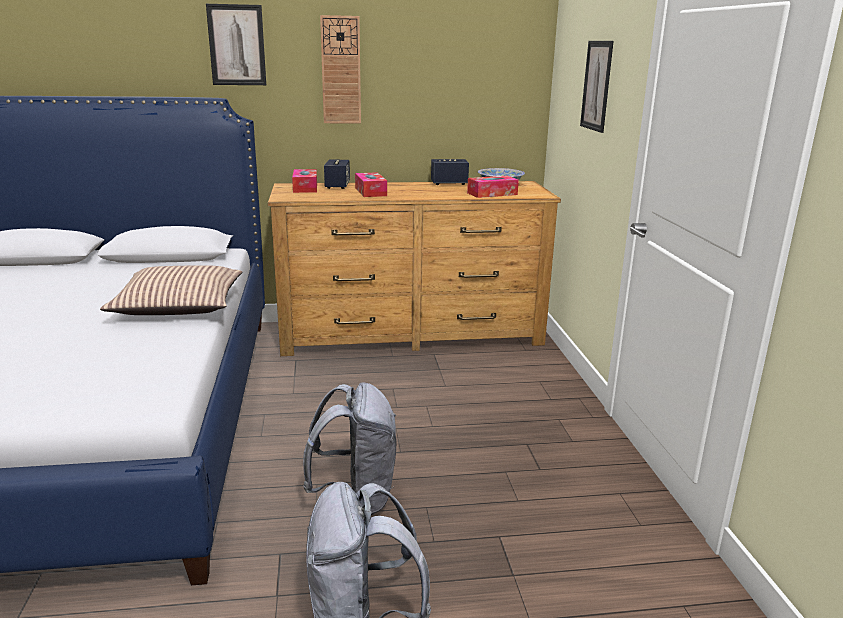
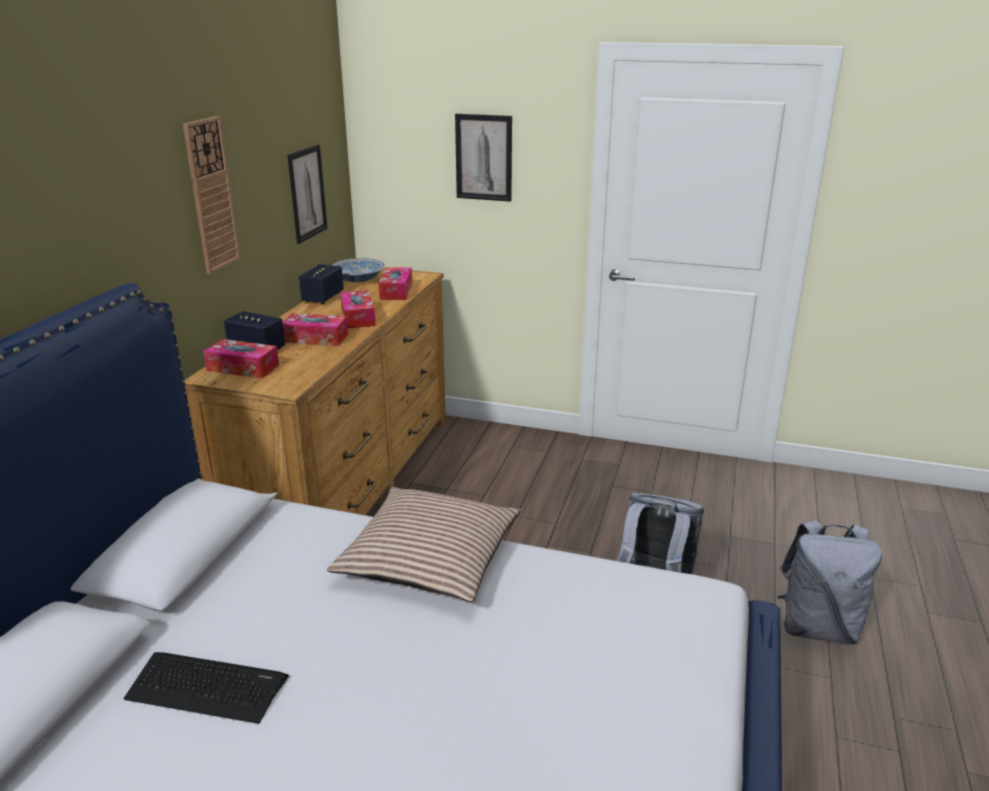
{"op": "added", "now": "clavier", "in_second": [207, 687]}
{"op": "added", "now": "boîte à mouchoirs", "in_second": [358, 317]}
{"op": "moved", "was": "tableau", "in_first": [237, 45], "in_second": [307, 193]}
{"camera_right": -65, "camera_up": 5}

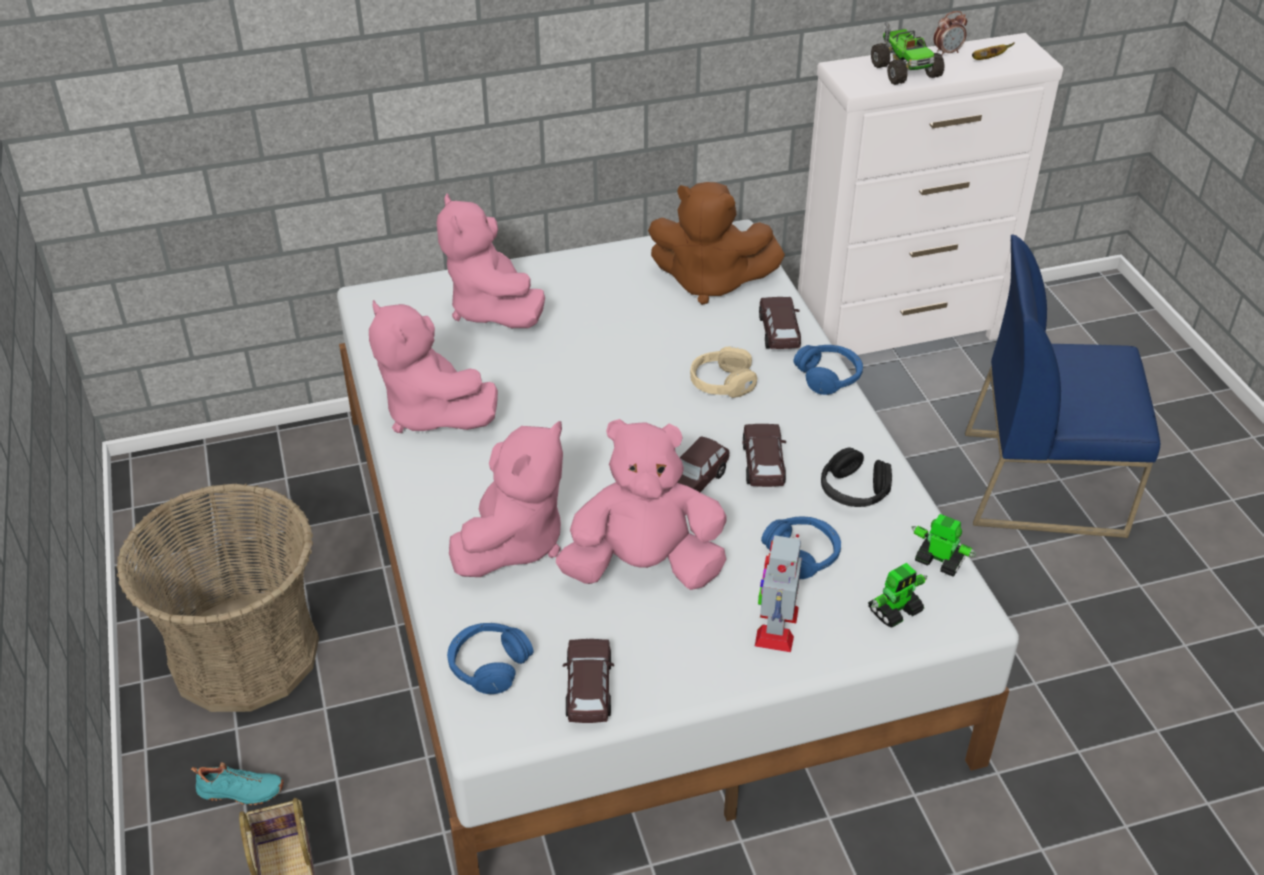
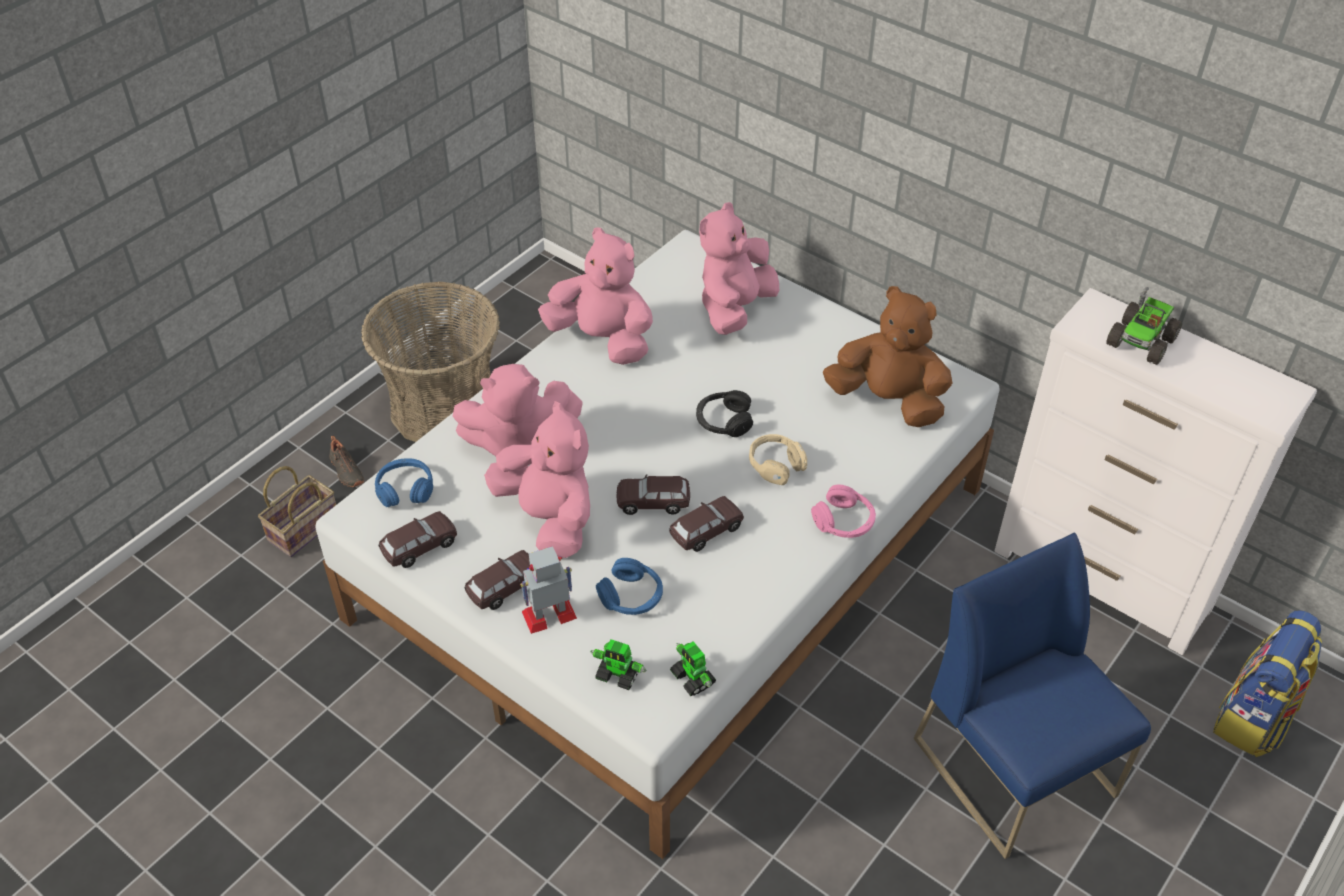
{"op": "removed", "was": "réveil", "in_first": [947, 52]}
{"op": "removed", "was": "banane", "in_first": [988, 59]}
{"op": "added", "now": "sac à dos", "in_second": [1253, 718]}
{"op": "moved", "was": "petite voiture/marron", "in_first": [779, 333], "in_second": [505, 587]}
{"op": "moved", "was": "casque audio/noir", "in_first": [853, 491], "in_second": [723, 421]}
{"op": "recoloured", "was": "chaussure/turquoise", "now": "chaussure/noir", "in_first": [240, 792], "in_second": [345, 471]}
{"op": "recoloured", "was": "casque audio/bleu", "now": "casque audio/rose", "in_first": [829, 376], "in_second": [844, 521]}
{"op": "turned", "was": "peluche/rose", "in_first": [430, 413], "in_second": [602, 339], "clockwise": 105}
{"op": "turned", "was": "peluche/marron", "in_first": [709, 282], "in_second": [888, 400], "clockwise": 135}
{"op": "turned", "was": "robot jouet", "in_first": [939, 560], "in_second": [693, 679], "clockwise": 150}
{"camera_right": 55, "camera_up": 5}

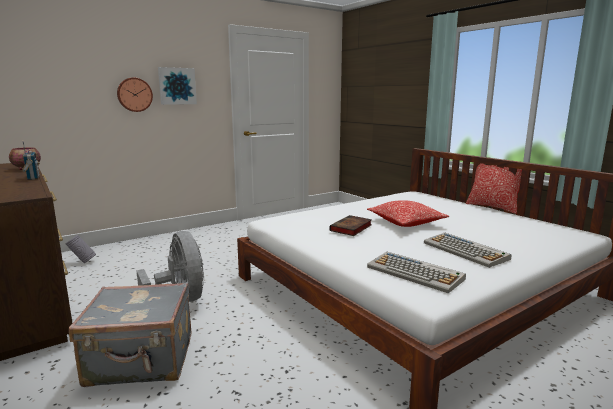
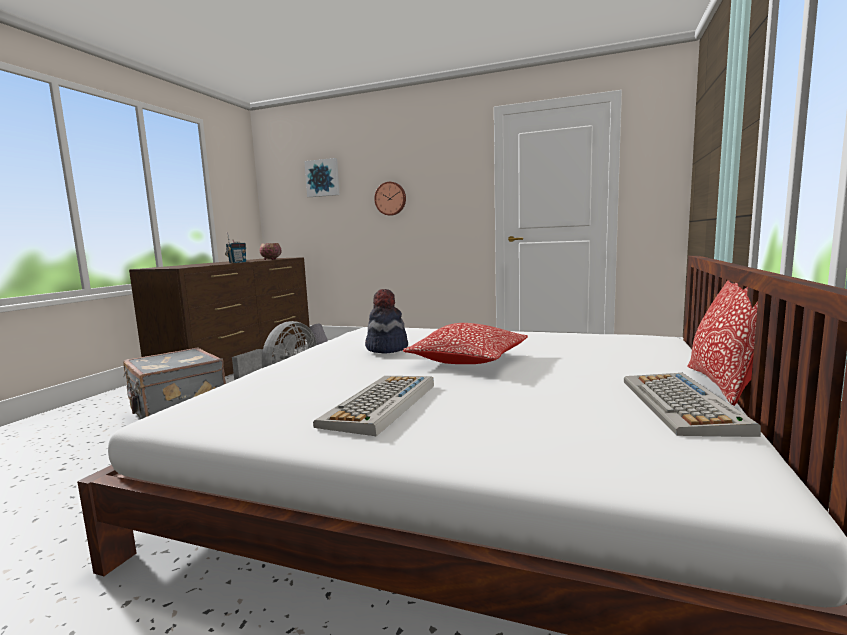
{"op": "moved", "was": "tableau", "in_first": [177, 86], "in_second": [323, 178]}
{"op": "moved", "was": "clavier", "in_first": [415, 273], "in_second": [682, 405]}
{"op": "replaced", "was": "livre", "now": "chapeau", "in_first": [351, 228], "in_second": [386, 348]}
{"camera_right": 55, "camera_up": -5}

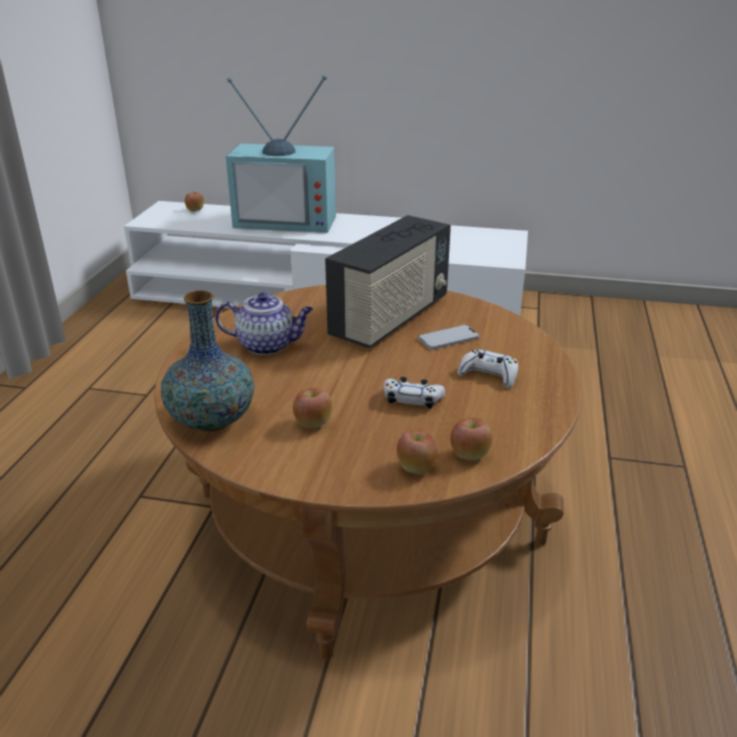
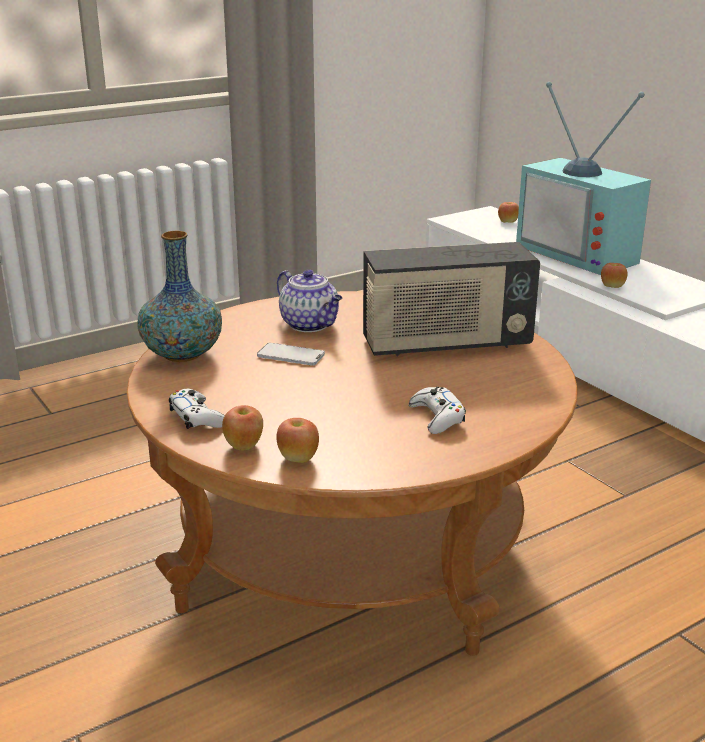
{"op": "moved", "was": "pomme", "in_first": [313, 423], "in_second": [612, 287]}
{"op": "moved", "was": "manette/blanc", "in_first": [412, 399], "in_second": [197, 418]}
{"op": "moved", "was": "téléphone", "in_first": [448, 338], "in_second": [290, 356]}
{"camera_right": 45, "camera_up": -5}

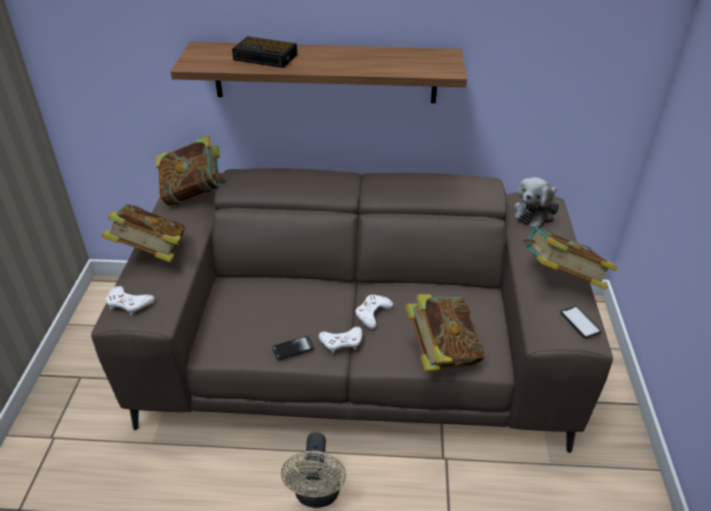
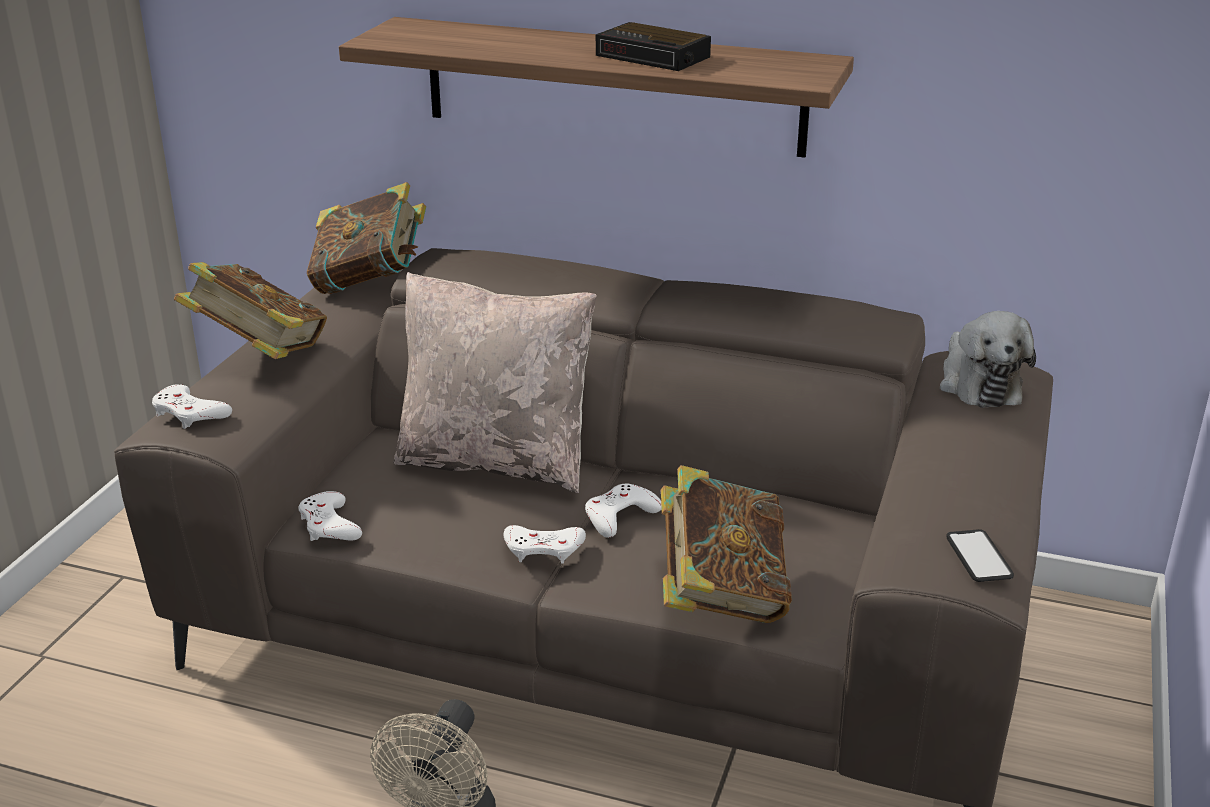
{"op": "removed", "was": "téléphone", "in_first": [293, 348]}
{"op": "removed", "was": "livre", "in_first": [561, 280]}
{"op": "added", "now": "manette/blanc", "in_second": [329, 525]}
{"op": "added", "now": "coussin/beige", "in_second": [496, 460]}
{"op": "moved", "was": "réveil", "in_first": [267, 57], "in_second": [655, 56]}
{"op": "turned", "was": "peluche", "in_first": [535, 212], "in_second": [978, 383], "clockwise": -60}
{"camera_right": 15, "camera_up": -10}

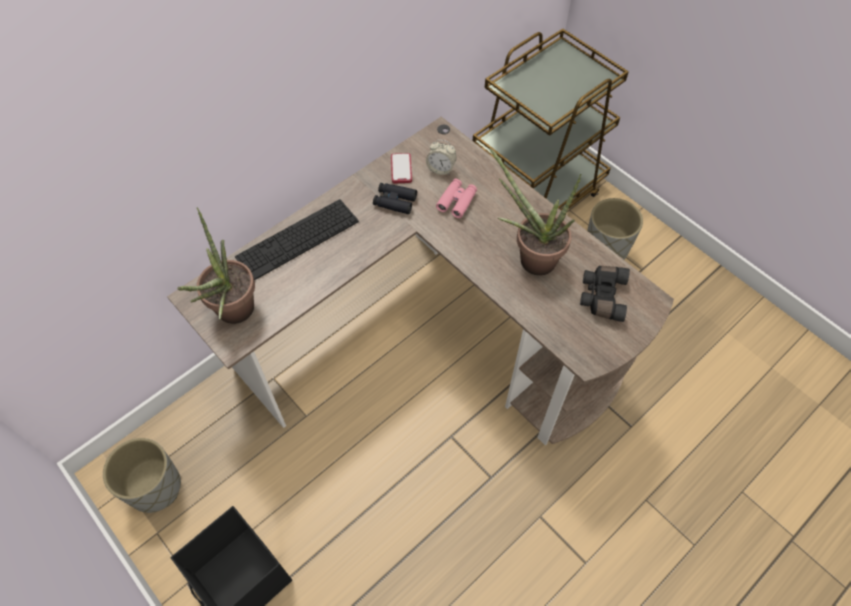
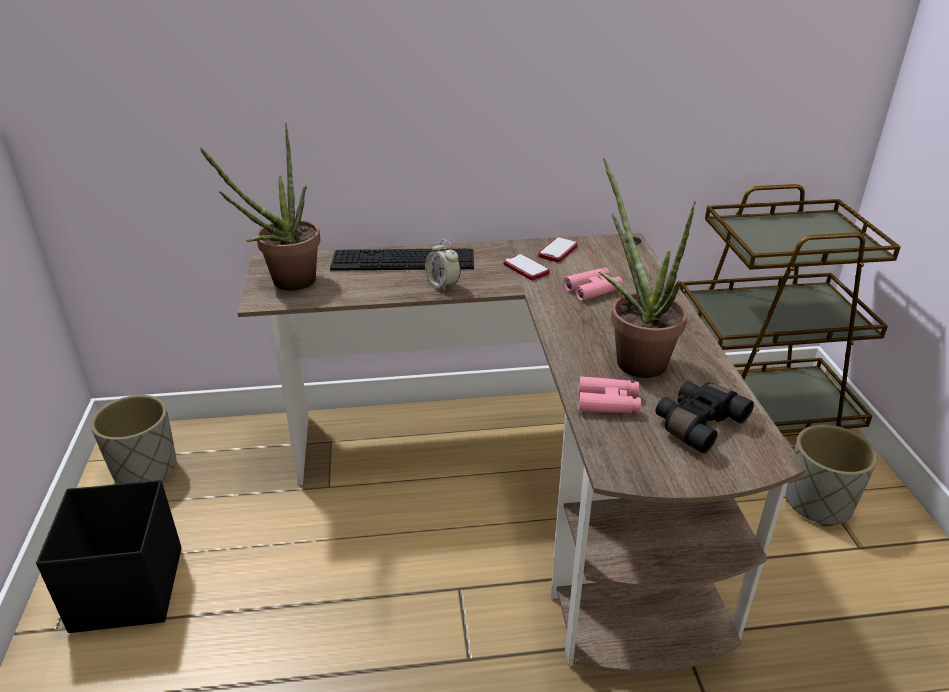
{"op": "added", "now": "jumelles/rose", "in_second": [608, 402]}
{"op": "moved", "was": "réveil", "in_first": [441, 169], "in_second": [443, 285]}
{"op": "replaced", "was": "jumelles/noir", "now": "téléphone", "in_first": [394, 201], "in_second": [526, 268]}
{"camera_right": 35, "camera_up": -25}

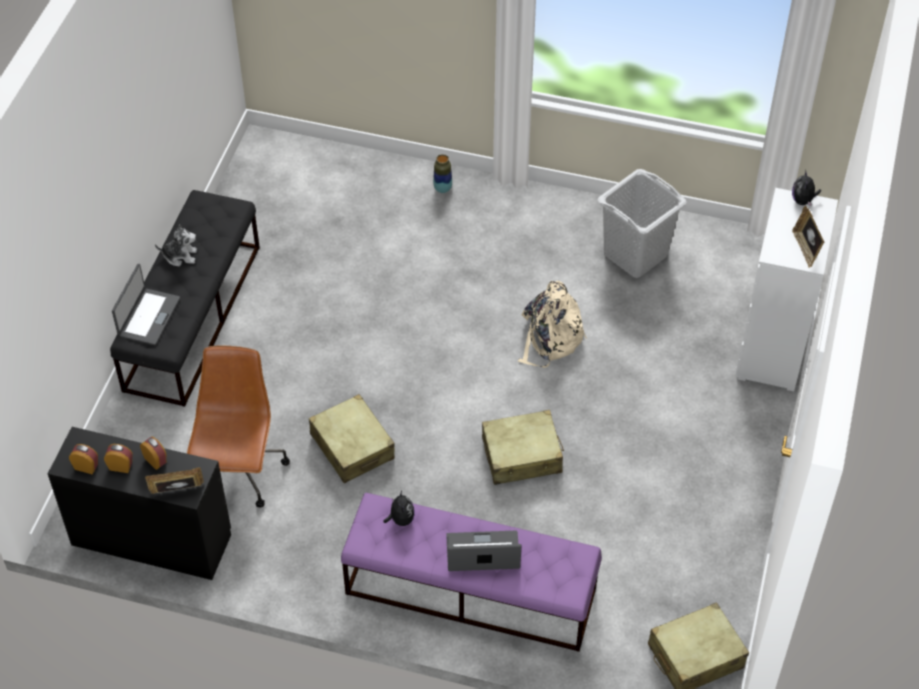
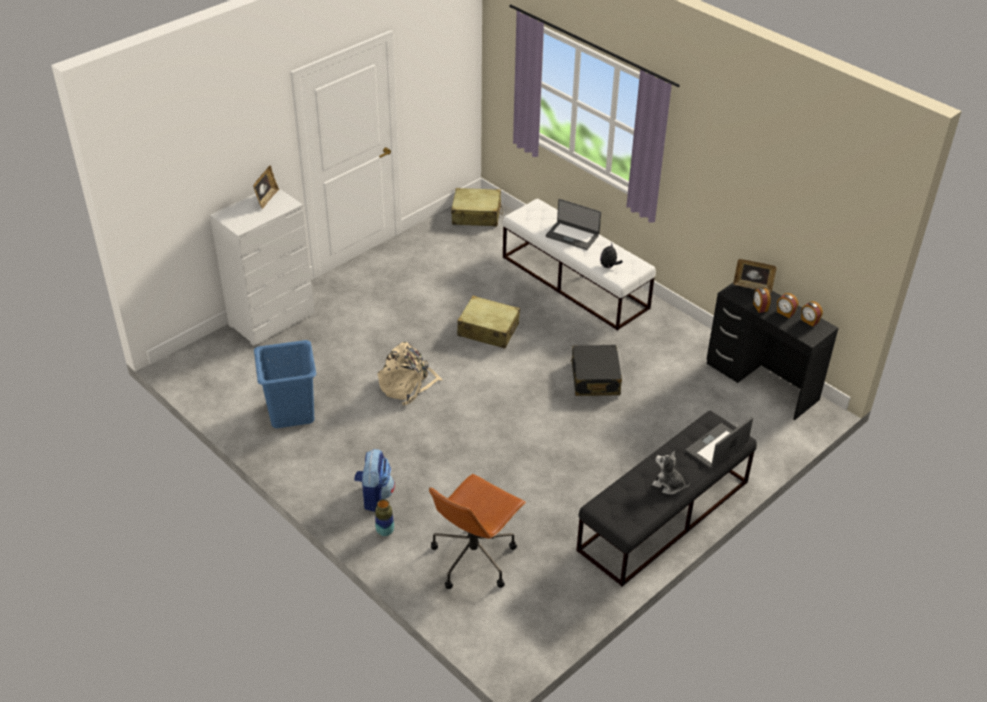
{"op": "removed", "was": "peluche", "in_first": [803, 201]}
{"op": "added", "now": "sac à dos", "in_second": [374, 496]}
{"op": "moved", "was": "chaise de bureau/marron", "in_first": [238, 473], "in_second": [474, 557]}
{"op": "recoloured", "was": "valise/beige", "now": "valise/noir", "in_first": [352, 446], "in_second": [595, 379]}
{"op": "recoloured", "was": "banc/violet", "now": "banc/blanc", "in_first": [470, 591], "in_second": [575, 282]}
{"op": "recoloured", "was": "panier à linge/gris", "now": "panier à linge/bleu", "in_first": [636, 255], "in_second": [291, 412]}
{"camera_right": -150, "camera_up": -10}

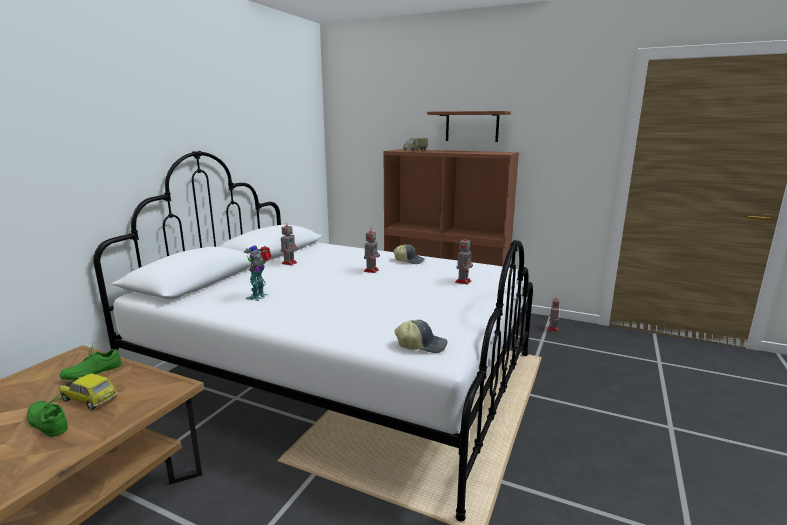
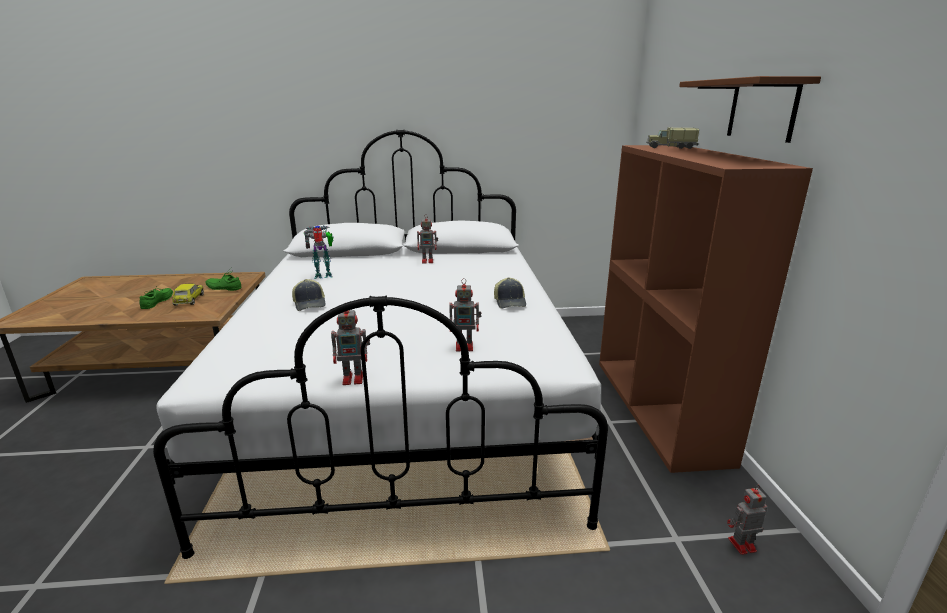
{"op": "moved", "was": "robot jouet", "in_first": [371, 270], "in_second": [354, 378]}
{"op": "moved", "was": "casquette", "in_first": [421, 345], "in_second": [310, 304]}
{"camera_right": 60, "camera_up": 5}

